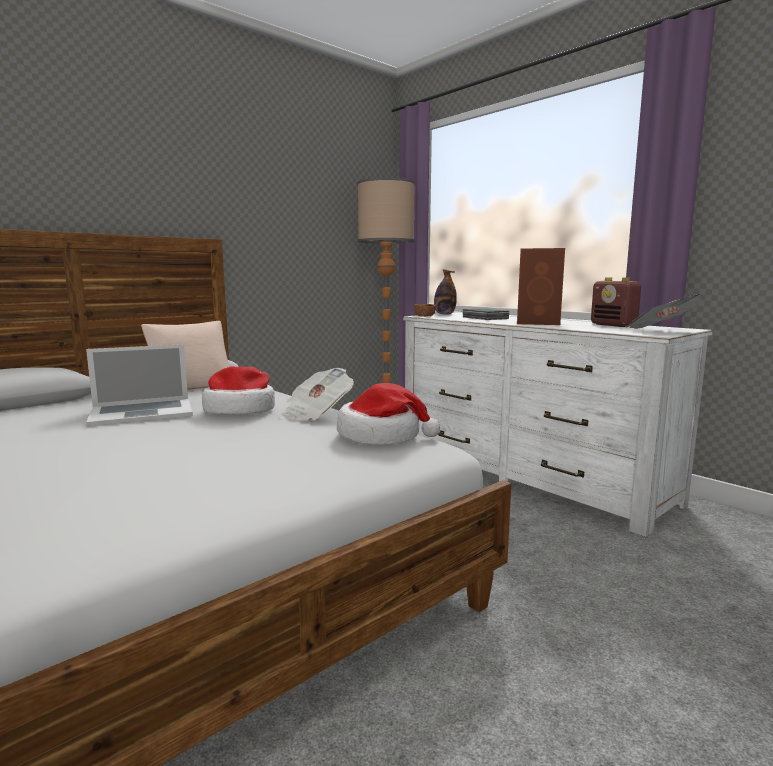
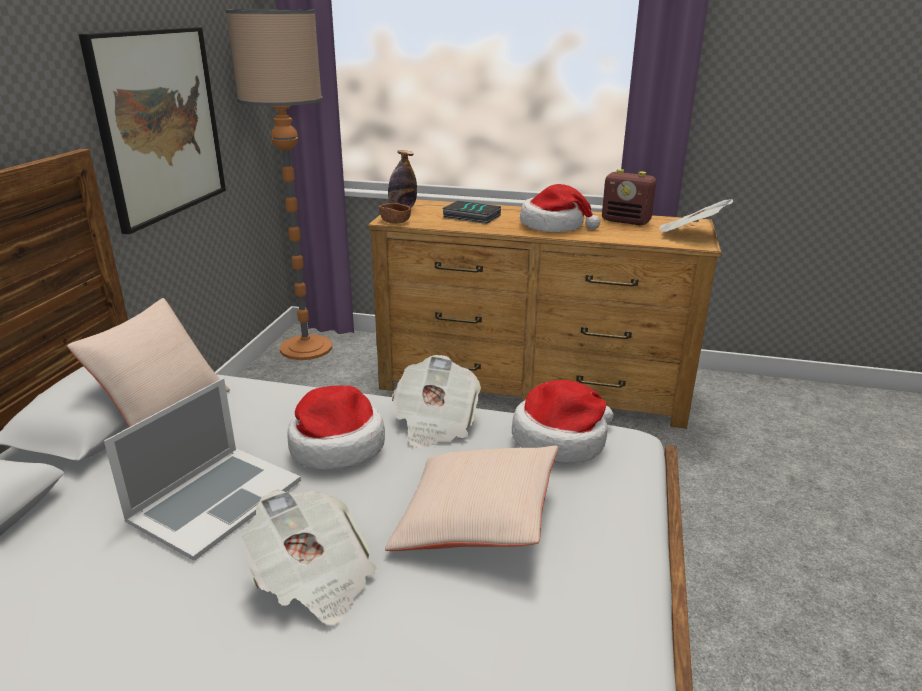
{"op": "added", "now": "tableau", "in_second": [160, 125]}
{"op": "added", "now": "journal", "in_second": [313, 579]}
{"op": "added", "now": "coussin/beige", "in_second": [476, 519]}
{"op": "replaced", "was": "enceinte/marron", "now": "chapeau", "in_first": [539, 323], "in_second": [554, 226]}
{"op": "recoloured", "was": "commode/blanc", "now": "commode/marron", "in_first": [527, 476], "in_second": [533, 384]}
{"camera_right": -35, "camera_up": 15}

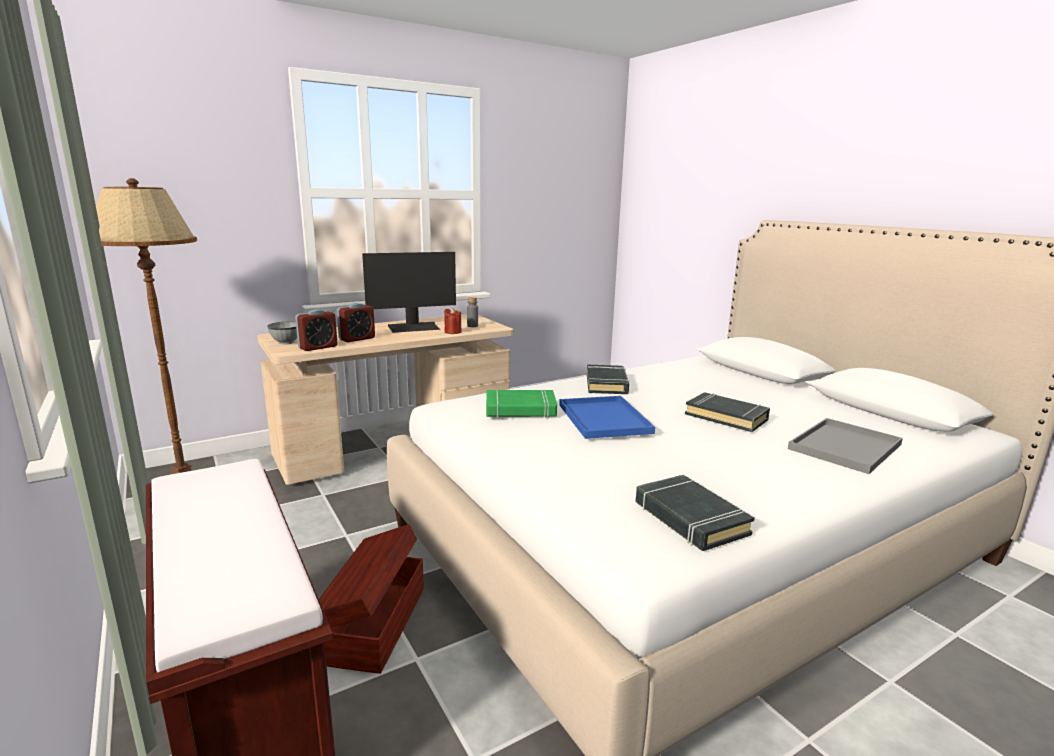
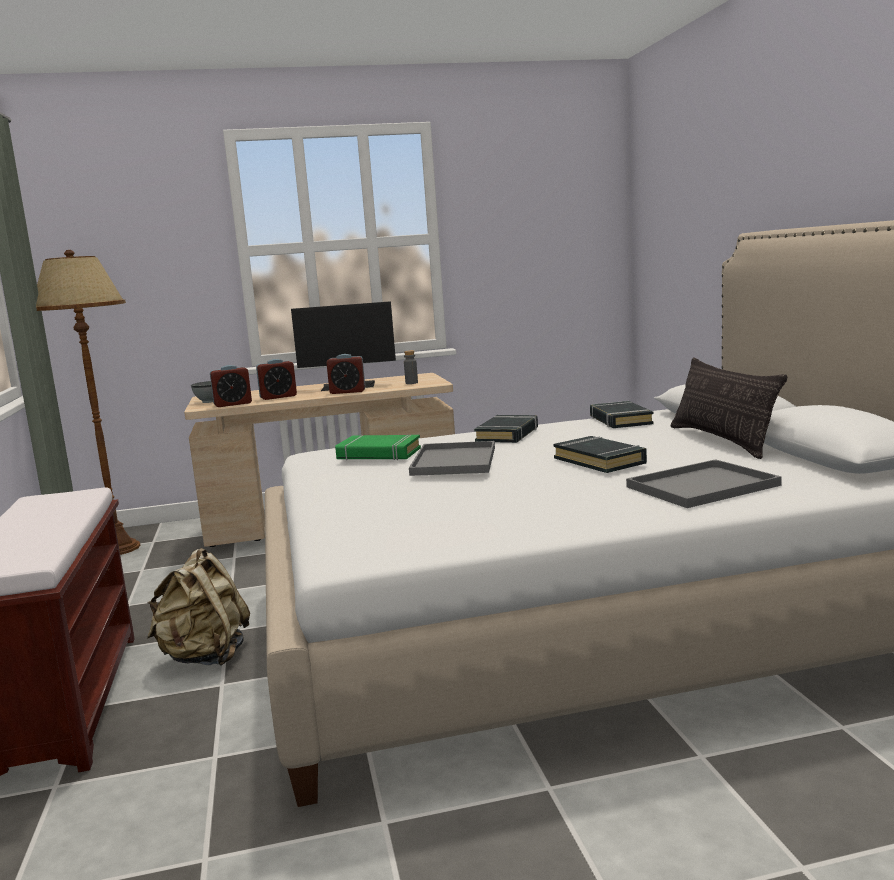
{"op": "removed", "was": "bougie/rouge", "in_first": [453, 332]}
{"op": "added", "now": "réveil", "in_second": [347, 392]}
{"op": "added", "now": "coussin", "in_second": [721, 440]}
{"op": "moved", "was": "livre/noir", "in_first": [689, 518], "in_second": [620, 420]}
{"op": "replaced", "was": "boîte de rangement/marron", "now": "sac à dos/beige", "in_first": [374, 624], "in_second": [205, 657]}
{"op": "recoloured", "was": "plateau/bleu", "now": "plateau/gris", "in_first": [605, 419], "in_second": [455, 461]}
{"camera_right": 20, "camera_up": -5}

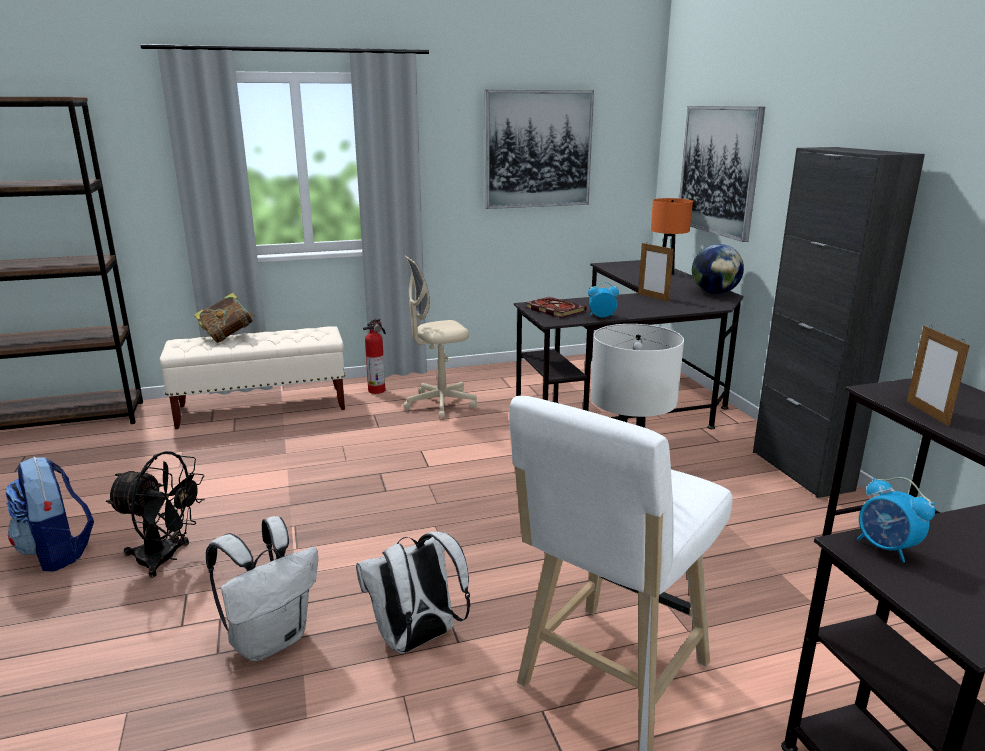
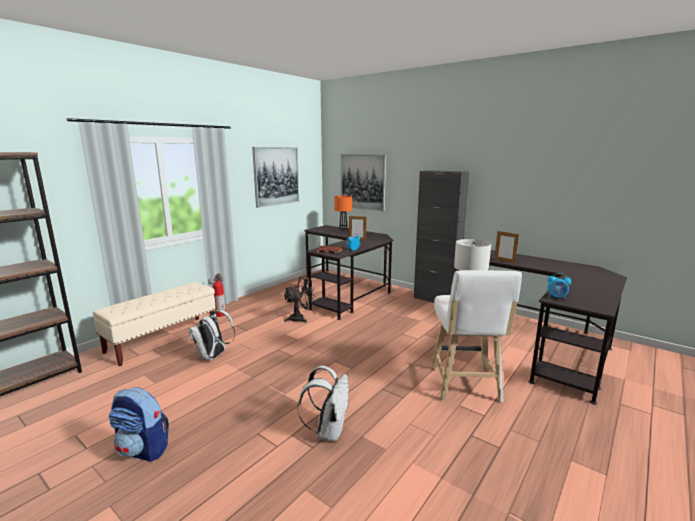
{"op": "removed", "was": "livre", "in_first": [227, 336]}
{"op": "removed", "was": "chaise de bureau/beige", "in_first": [440, 404]}
{"op": "removed", "was": "globe", "in_first": [714, 293]}
{"op": "moved", "was": "ventilateur/noir", "in_first": [166, 558], "in_second": [300, 318]}
{"op": "moved", "was": "sac à dos/blanc", "in_first": [417, 640], "in_second": [213, 356]}
{"camera_right": -35, "camera_up": -5}

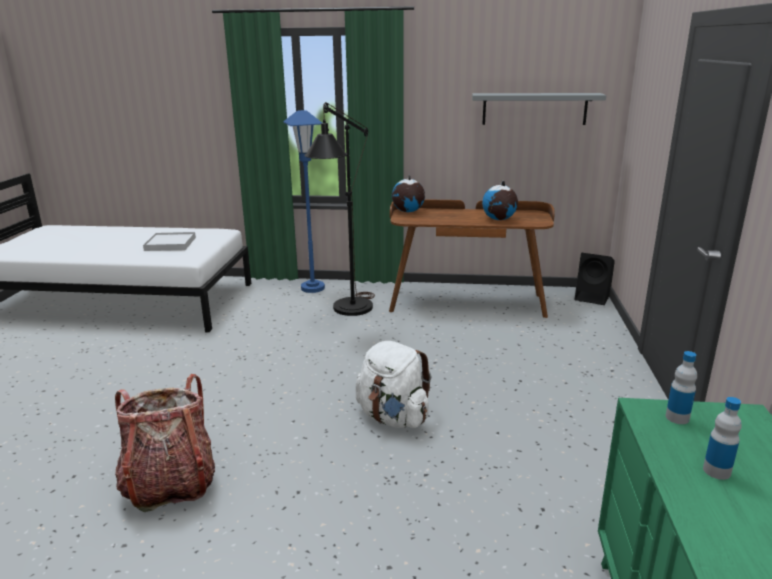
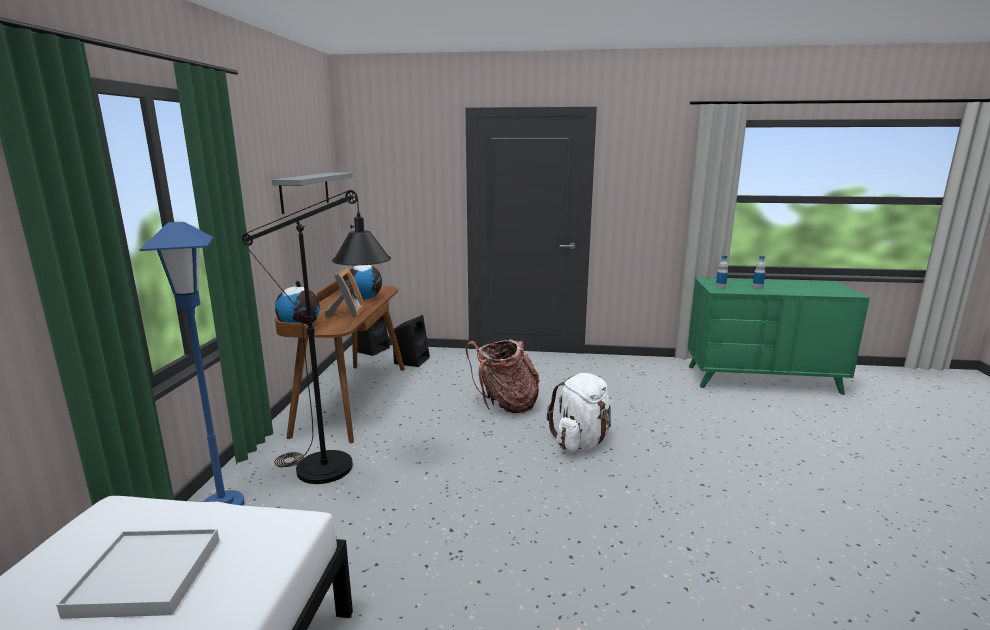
{"op": "added", "now": "cadre photo", "in_second": [347, 313]}
{"op": "added", "now": "enceinte/noir", "in_second": [412, 360]}
{"op": "moved", "was": "sac à dos", "in_first": [170, 484], "in_second": [505, 404]}
{"camera_right": -90, "camera_up": -5}

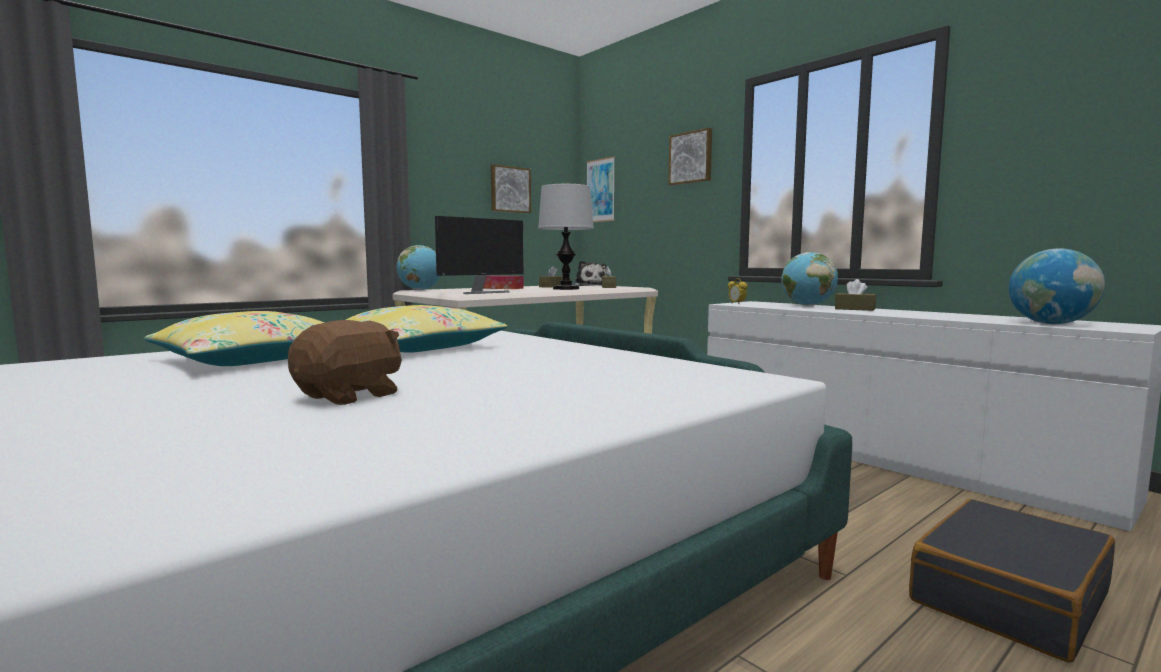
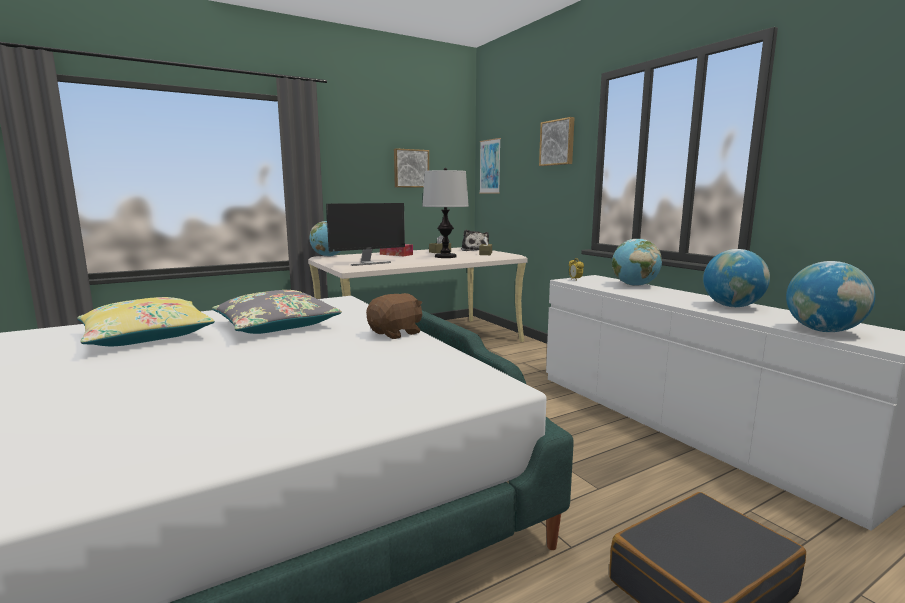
{"op": "removed", "was": "boîte à mouchoirs/marron", "in_first": [855, 309]}
{"op": "added", "now": "globe", "in_second": [732, 306]}
{"op": "moved", "was": "peluche/marron", "in_first": [350, 396], "in_second": [396, 333]}
{"op": "recoloured", "was": "coussin/jaune", "now": "coussin/gris", "in_first": [417, 347], "in_second": [276, 325]}
{"camera_right": 10, "camera_up": 5}

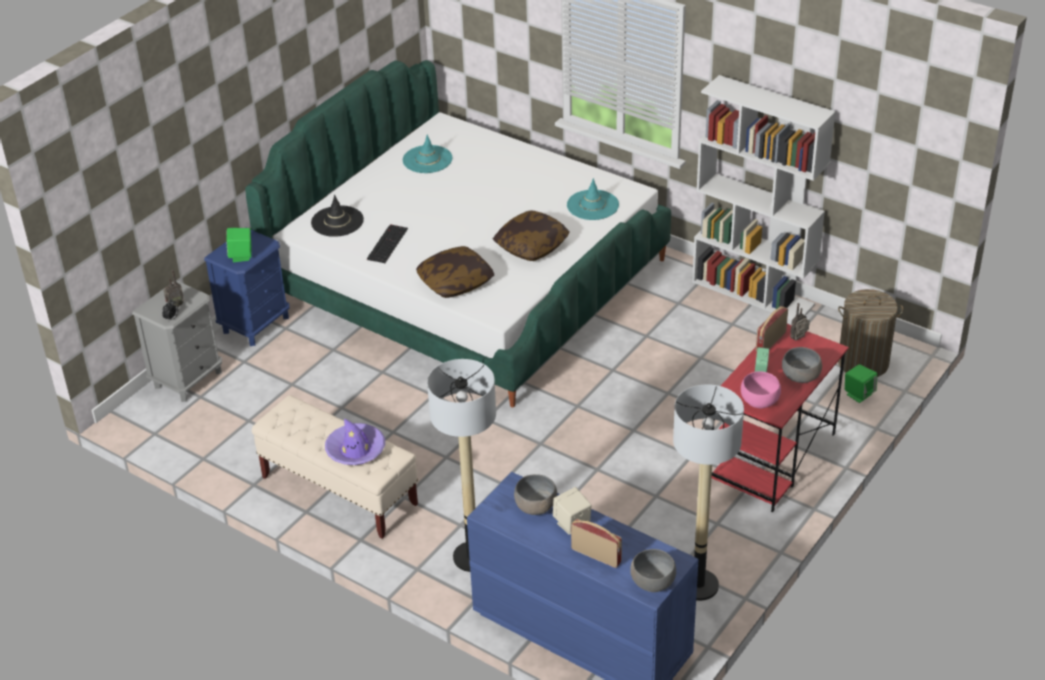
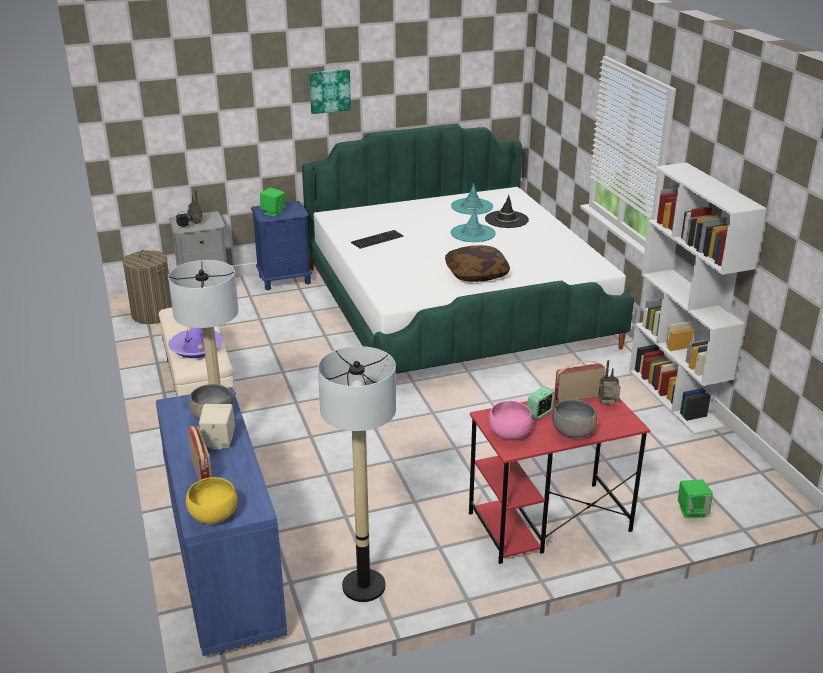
{"op": "removed", "was": "coussin", "in_first": [455, 282]}
{"op": "added", "now": "tableau", "in_second": [329, 91]}
{"op": "moved", "was": "chapeau/noir", "in_first": [337, 221], "in_second": [506, 219]}
{"op": "moved", "was": "chapeau/turquoise", "in_first": [592, 205], "in_second": [472, 233]}
{"op": "moved", "was": "panier à linge", "in_first": [863, 363], "in_second": [152, 314]}
{"op": "recoloured", "was": "bol/gris", "now": "bol/jaune", "in_first": [652, 582], "in_second": [213, 515]}
{"camera_right": 35, "camera_up": -10}

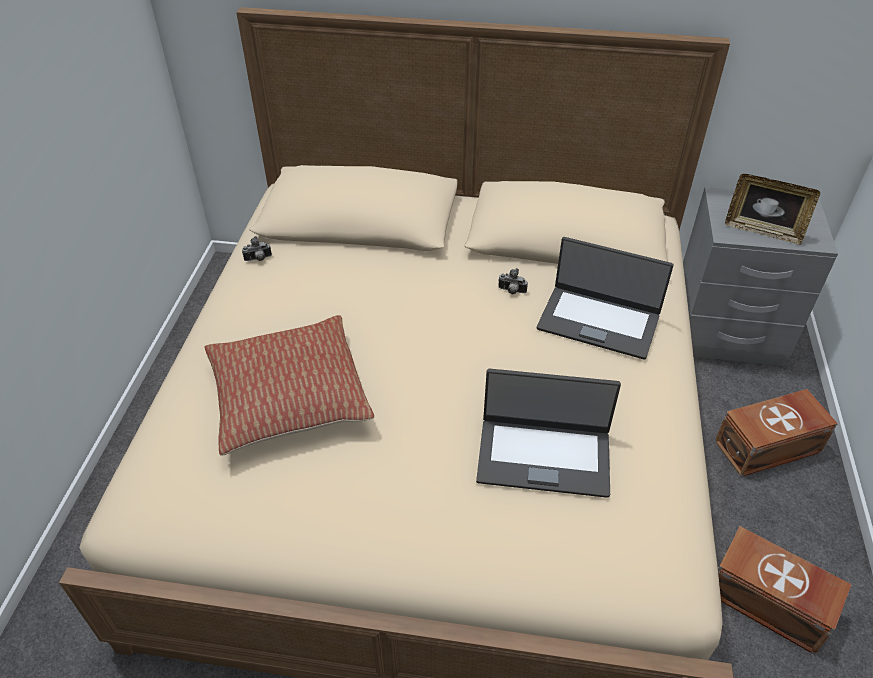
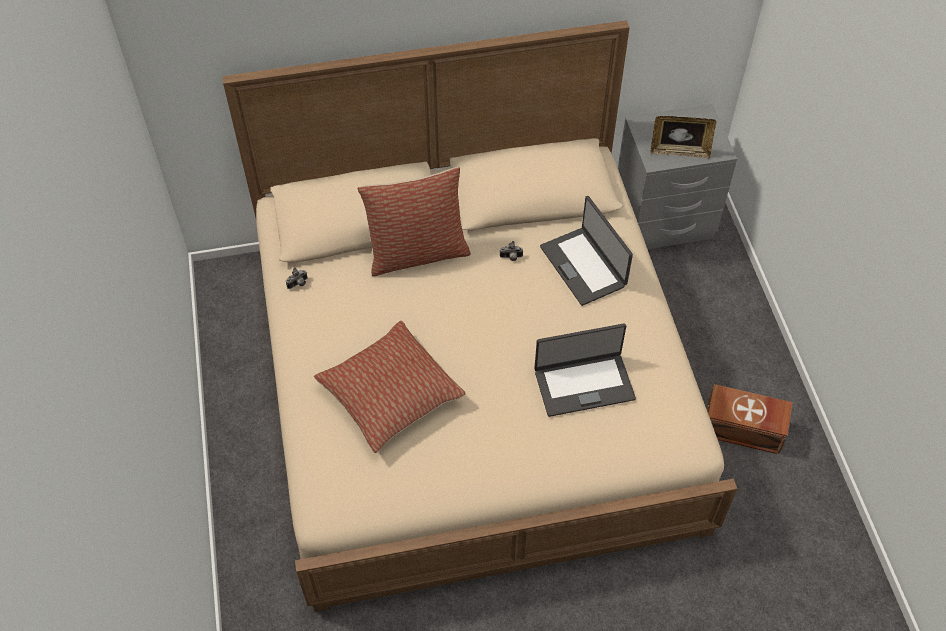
{"op": "removed", "was": "boîte de rangement/marron", "in_first": [769, 447]}
{"op": "added", "now": "coussin", "in_second": [417, 252]}
{"op": "turned", "was": "ordinateur portable", "in_first": [598, 321], "in_second": [584, 266], "clockwise": 60}
{"camera_right": -20, "camera_up": 10}

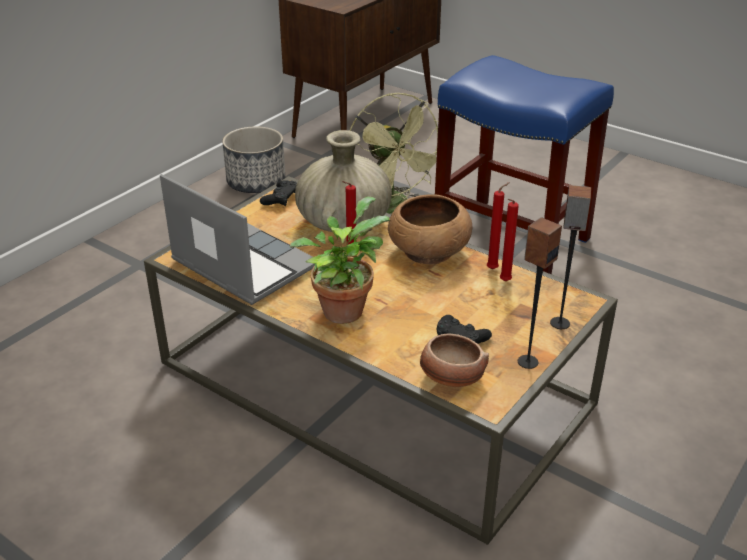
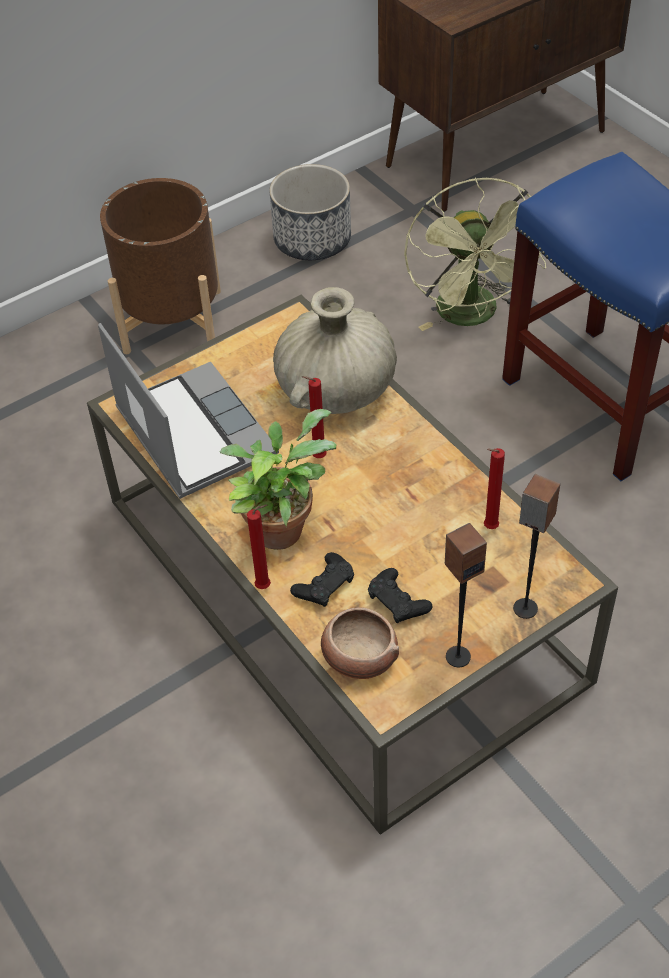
{"op": "removed", "was": "bol/marron", "in_first": [428, 252]}
{"op": "added", "now": "cache-pot/marron", "in_second": [172, 321]}
{"op": "moved", "was": "manette/noir", "in_first": [280, 198], "in_second": [324, 585]}
{"op": "moved", "was": "bougie/rouge", "in_first": [494, 269], "in_second": [265, 586]}
{"camera_right": 20, "camera_up": 15}

